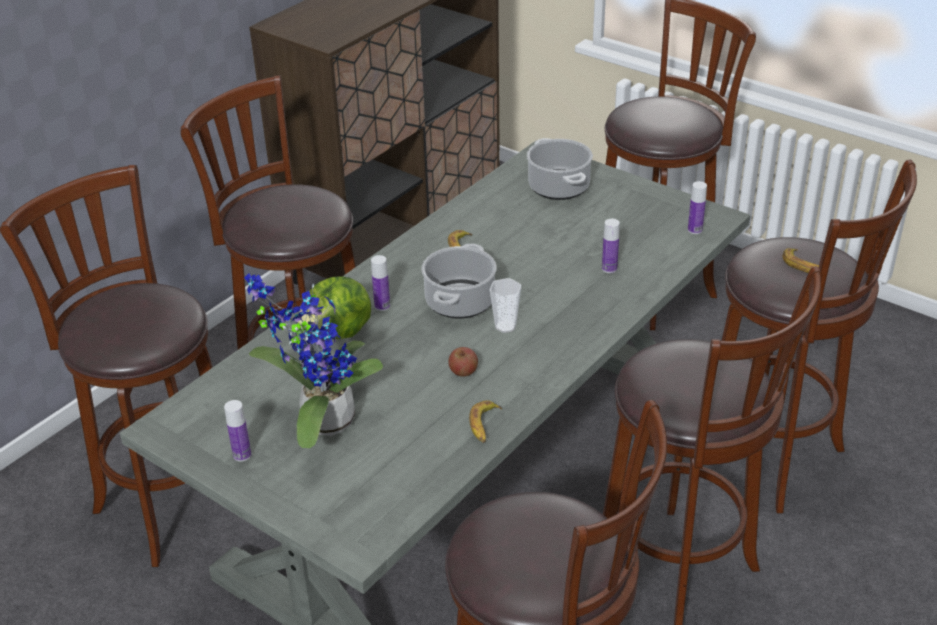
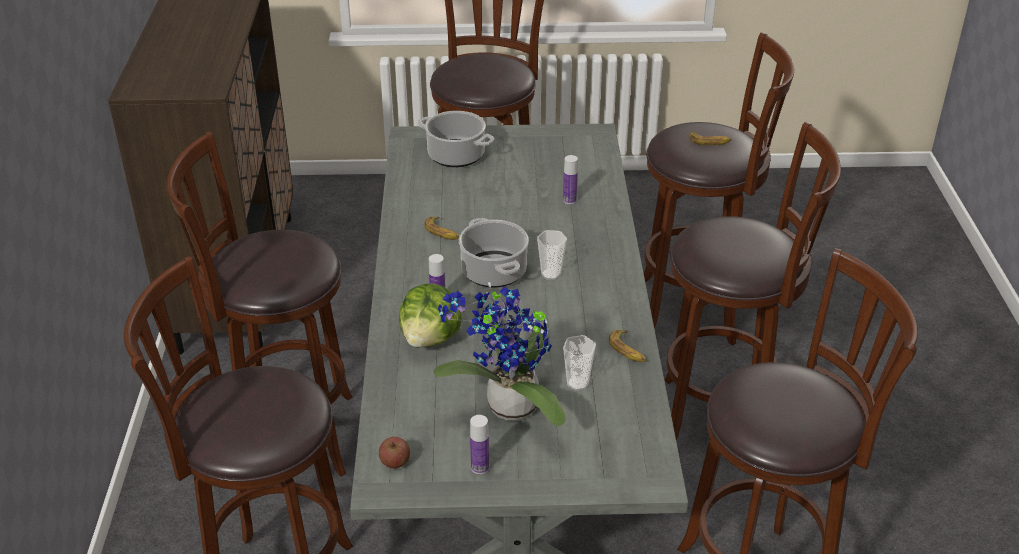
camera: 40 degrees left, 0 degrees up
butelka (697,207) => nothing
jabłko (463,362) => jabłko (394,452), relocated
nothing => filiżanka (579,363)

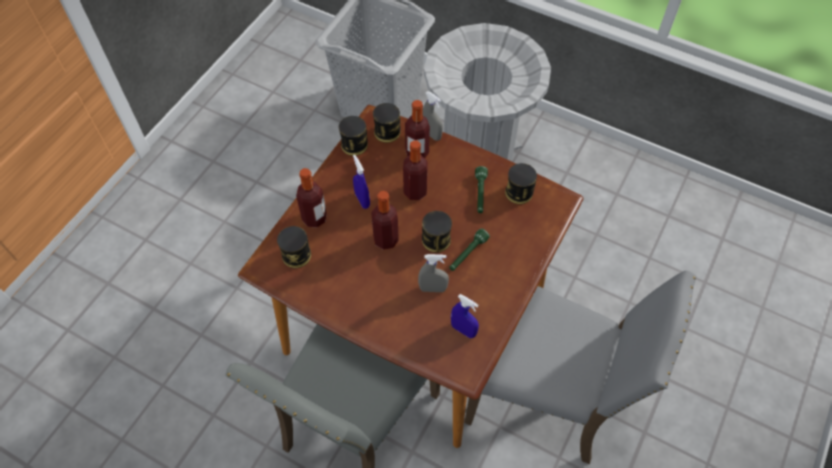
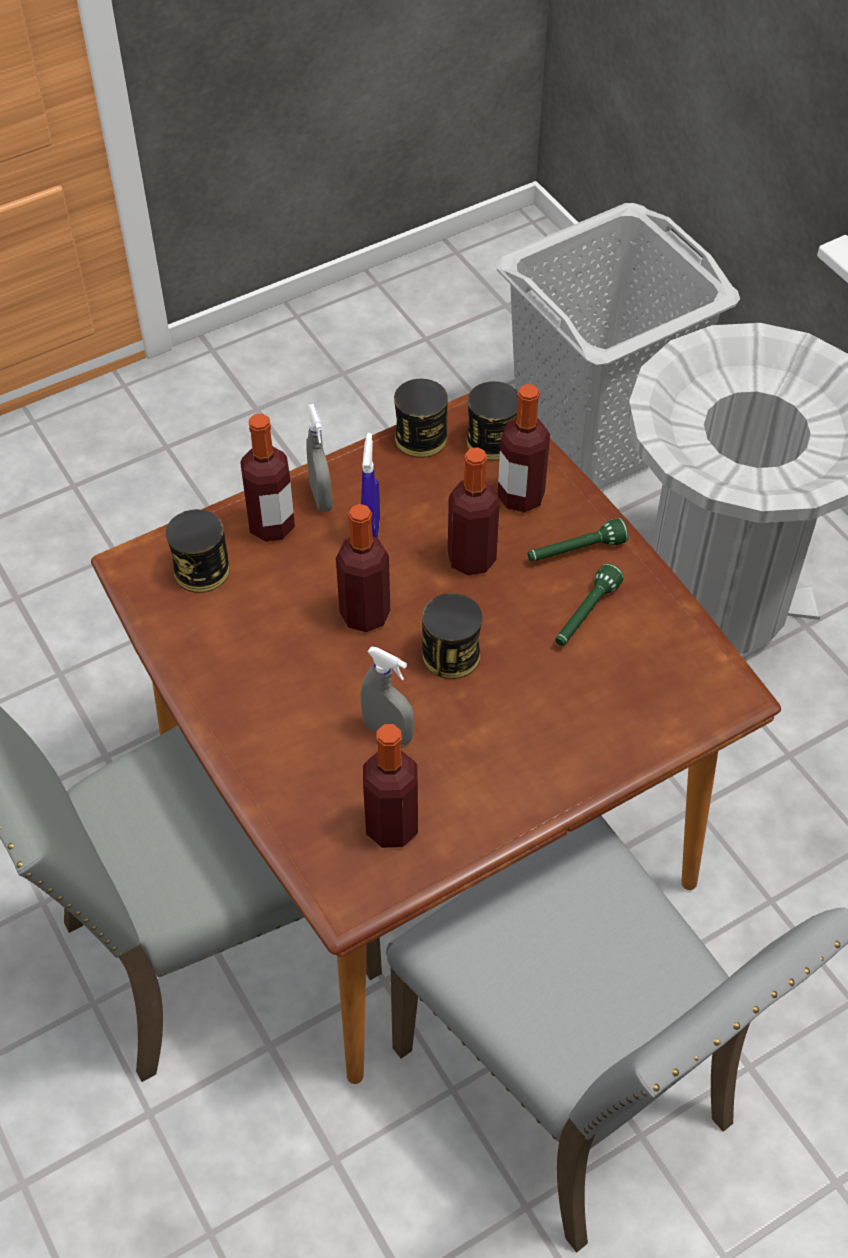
camera: 30 degrees right, 5 degrees down
spryskiwacz (szary) (432,116) => spryskiwacz (szary) (319,458), relocated
puszka (521,183) => nothing
latarka (zielony) (469,249) => latarka (zielony) (578,540), relocated
spryskiwacz (niebieski) (465,316) => butelka (390,786)

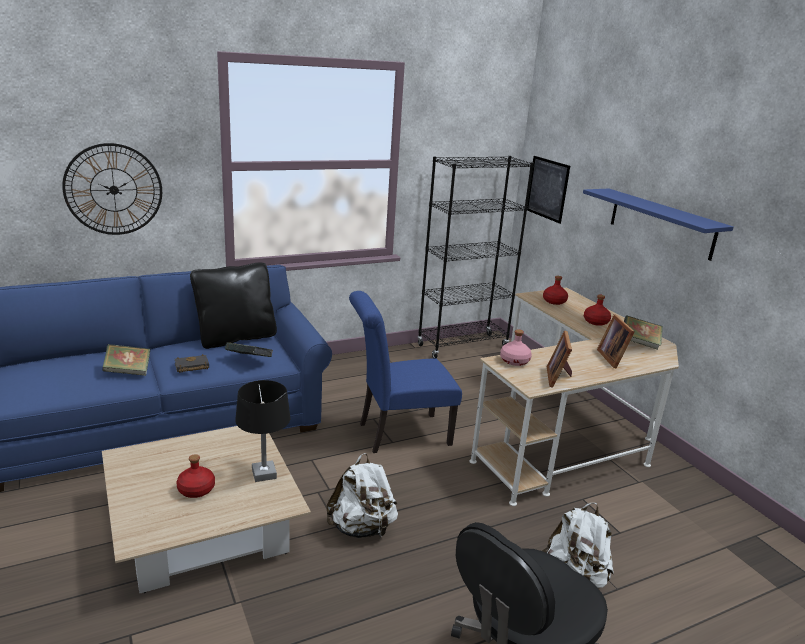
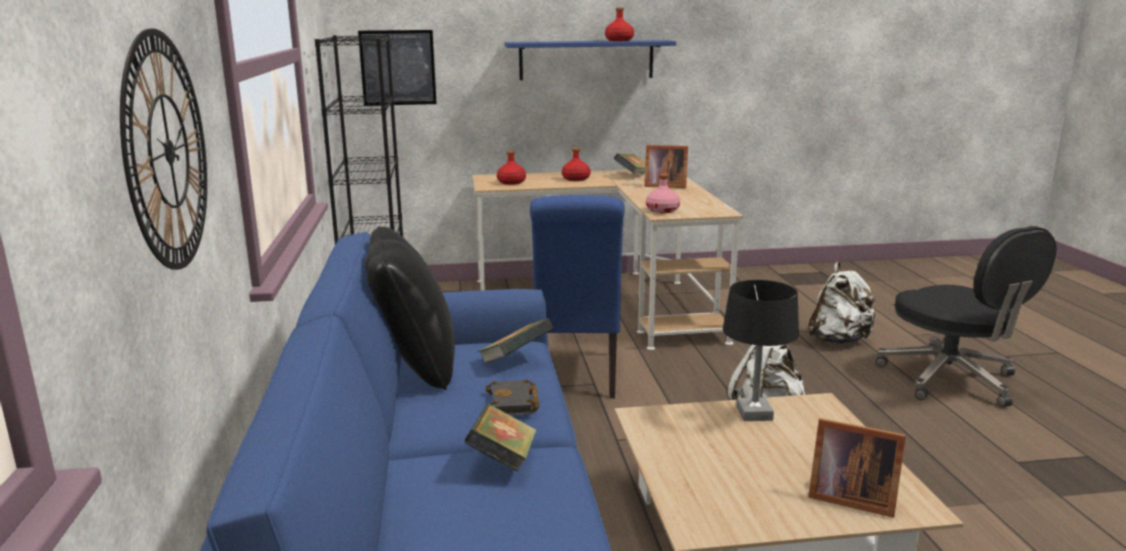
camera: 70 degrees left, 5 degrees down
ramka na zdjęcie (559,359) => ramka na zdjęcie (857,468), relocated
butelka (czerwony) (196,476) => butelka (czerwony) (619,24), relocated

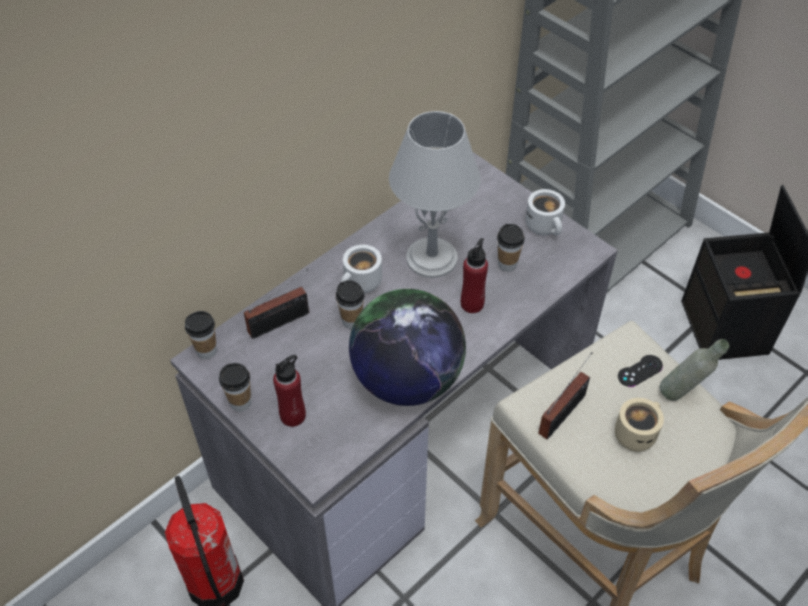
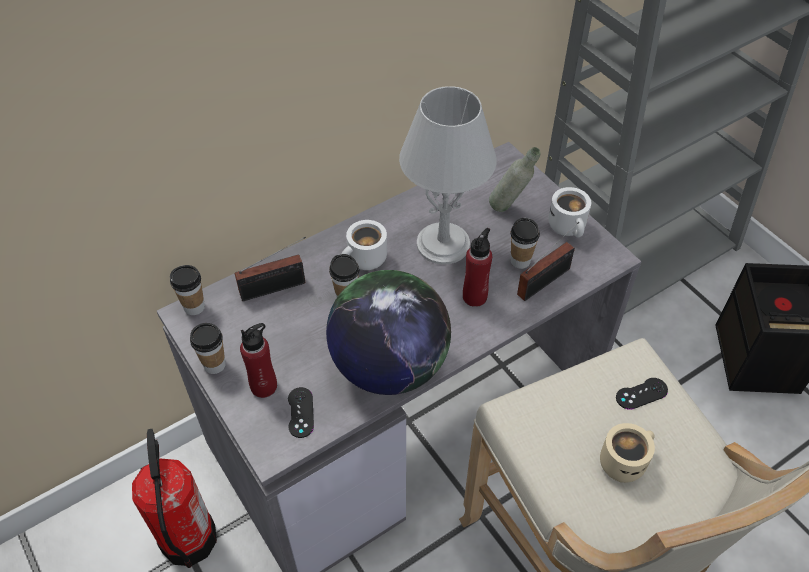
camera: 10 degrees right, 0 degrees up
butelka (szary) (694,370) => butelka (szary) (515,179), relocated
radio (565,396) => radio (548,261), relocated
nothing => pad do gier (czarny) (301,412)

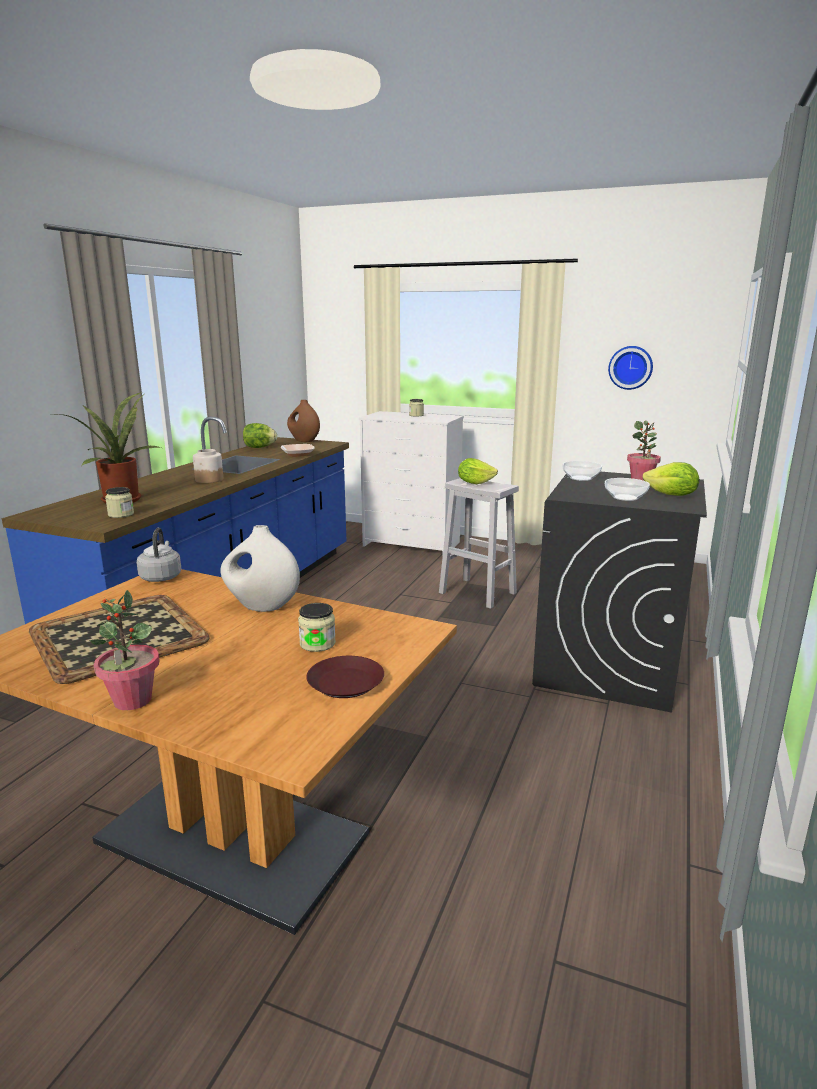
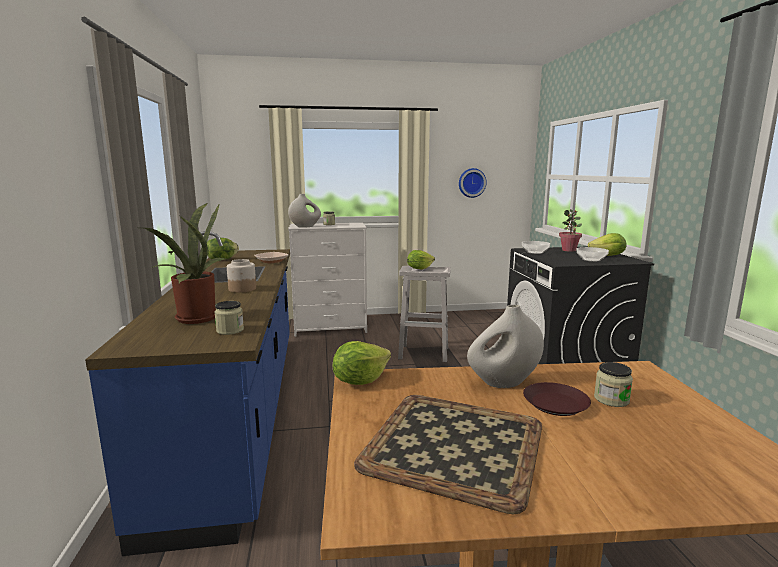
camera: 30 degrees left, 5 degrees down
wazon (brązowy) (303,421) => nothing
czajnik (szary) (159,555) => sałata (361,363)
roślina doniczkowa (124,650) => nothing
talerz (brązowy) (345,677) => talerz (brązowy) (557,399), relocated
nothing => wazon (biały) (304,211)

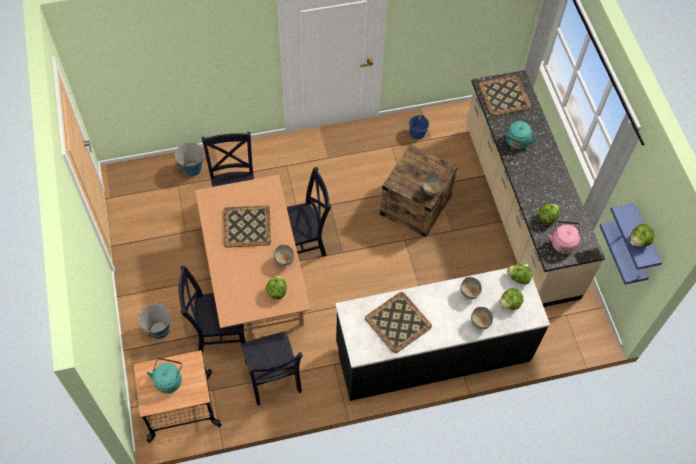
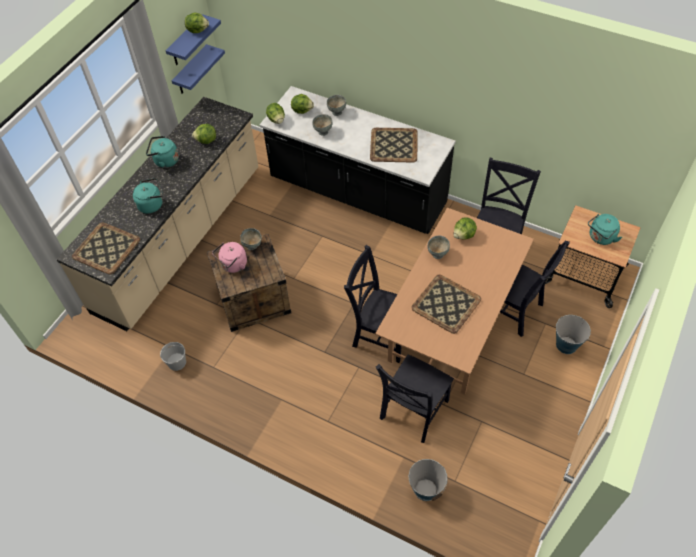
camera: 135 degrees left, 5 degrees down
wiadro (niebieski) (419,127) => wiadro (biały) (173,356)
czajnik (różowy) (564,237) => czajnik (różowy) (229,257), relocated
nothing => czajnik (turkusowy) (162,152)

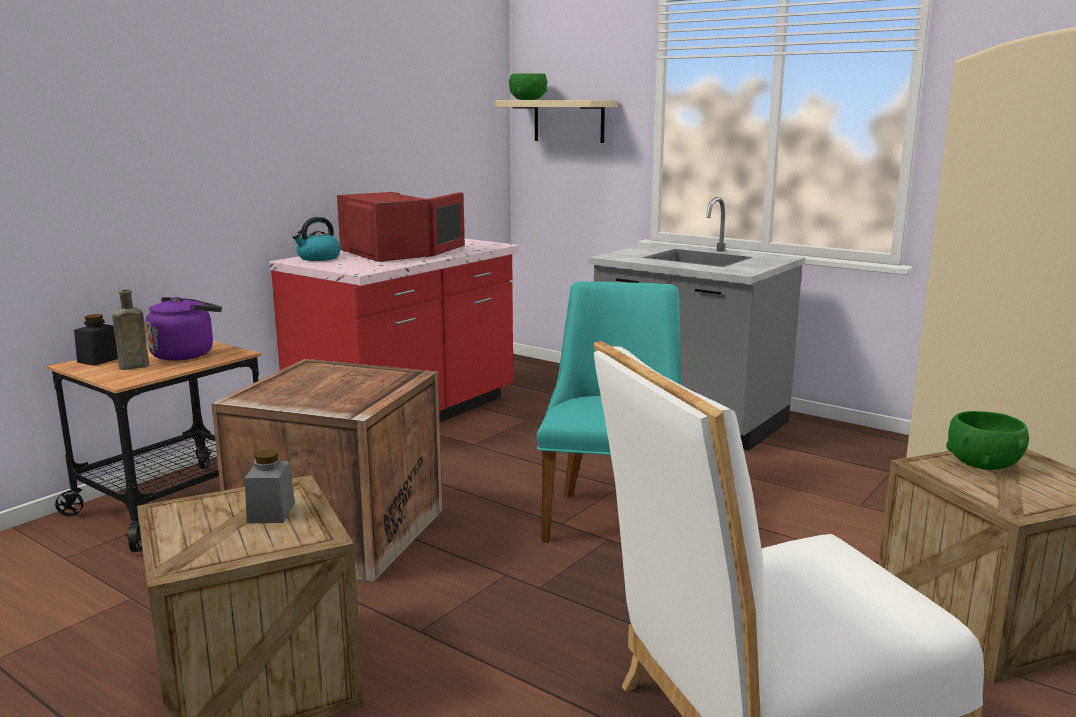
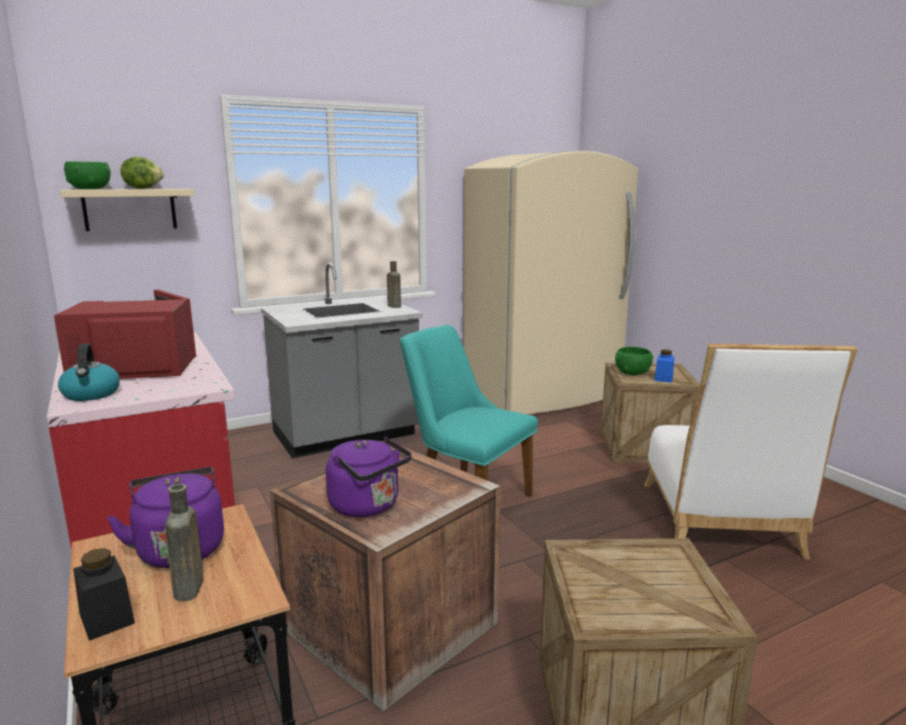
camera: 65 degrees left, 0 degrees up
słoik (szary) (270,486) => nothing
nothing => sałata (142,173)
nothing => butelka (brązowy) (394,284)
nothing => słoik (niebieski) (664,366)
nothing => czajnik (fioletowy) (369,476)

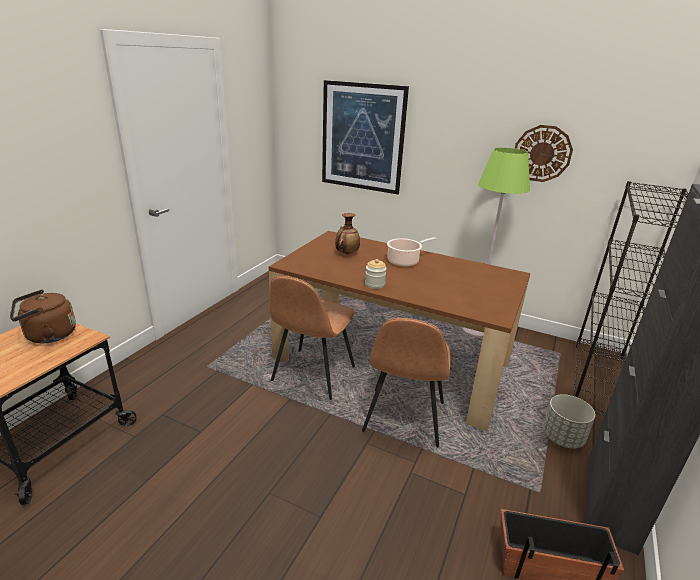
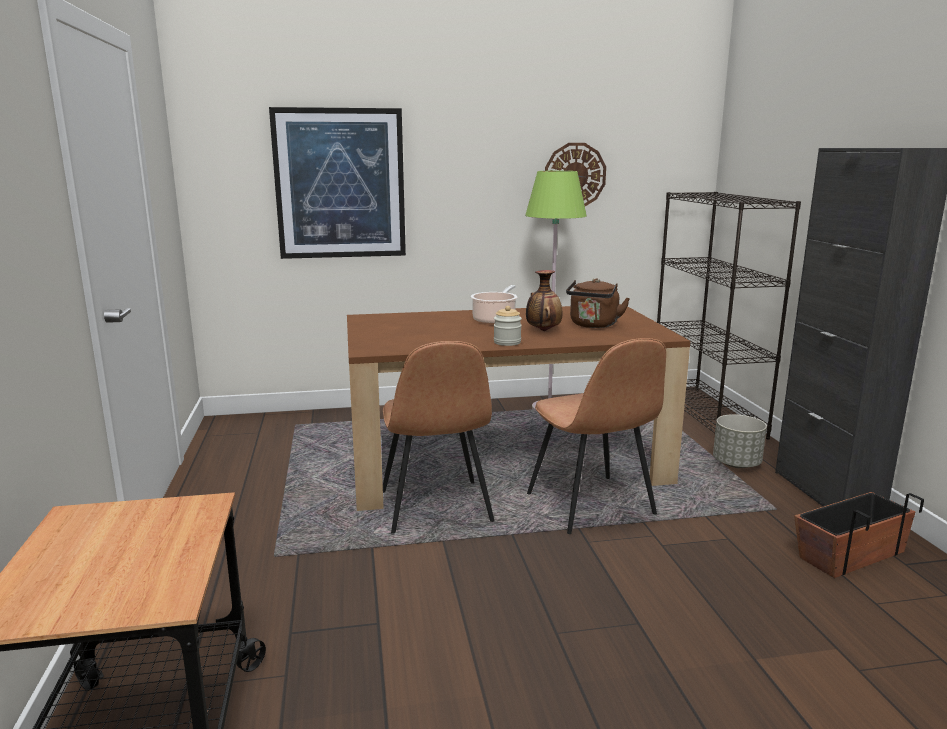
camera: 35 degrees left, 10 degrees down
wazon (347,233) => wazon (544,300), relocated
czajnik (brązowy) (43,316) => czajnik (brązowy) (598,303), relocated

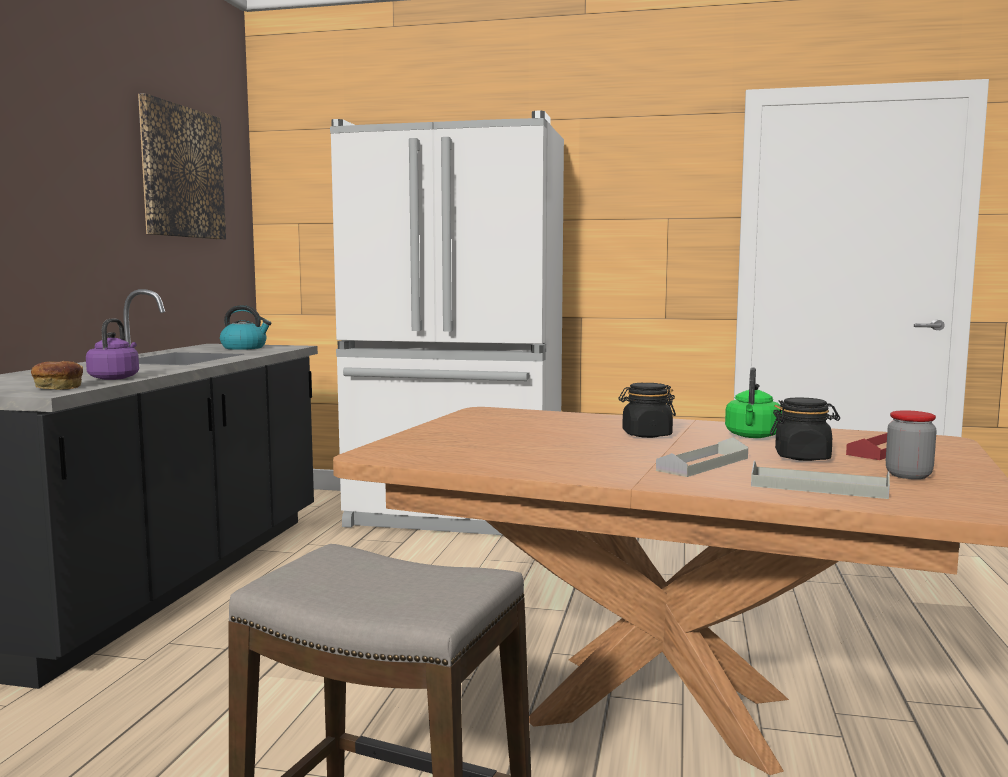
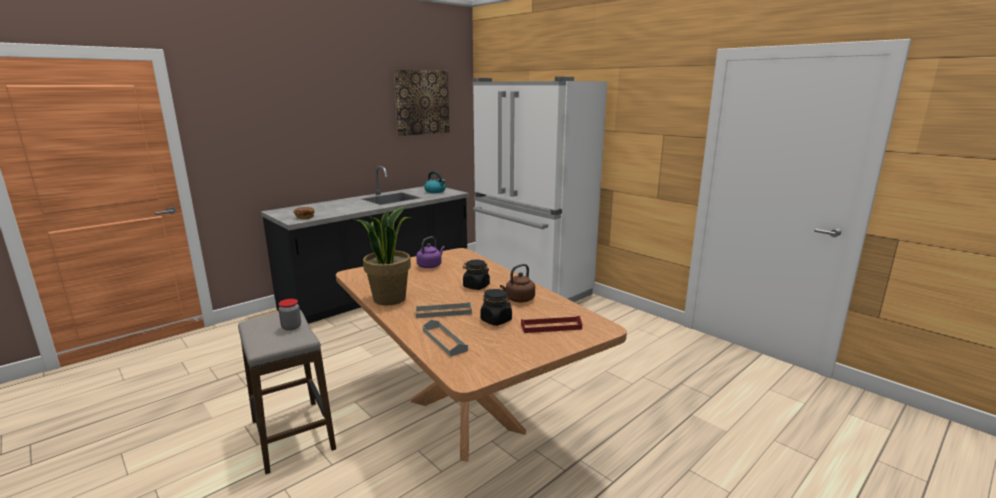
camera: 35 degrees right, 10 degrees up
czajnik (fioletowy) (112,349) => czajnik (fioletowy) (430,252), relocated
czajnik (zielony) (753,402) => czajnik (brązowy) (517,283)
słoik (911,445) => słoik (289,315), relocated
nothing => roślina doniczkowa (384,256)

